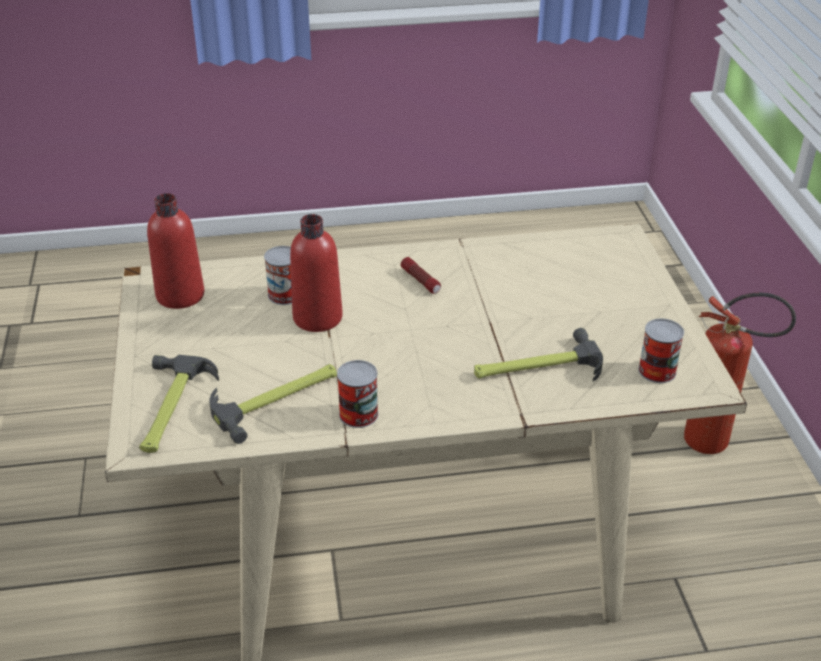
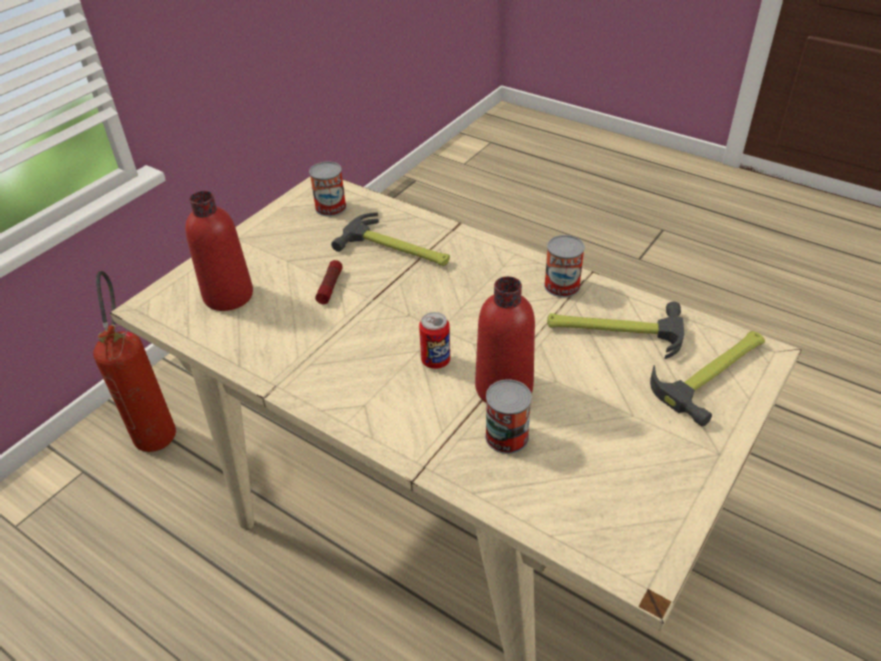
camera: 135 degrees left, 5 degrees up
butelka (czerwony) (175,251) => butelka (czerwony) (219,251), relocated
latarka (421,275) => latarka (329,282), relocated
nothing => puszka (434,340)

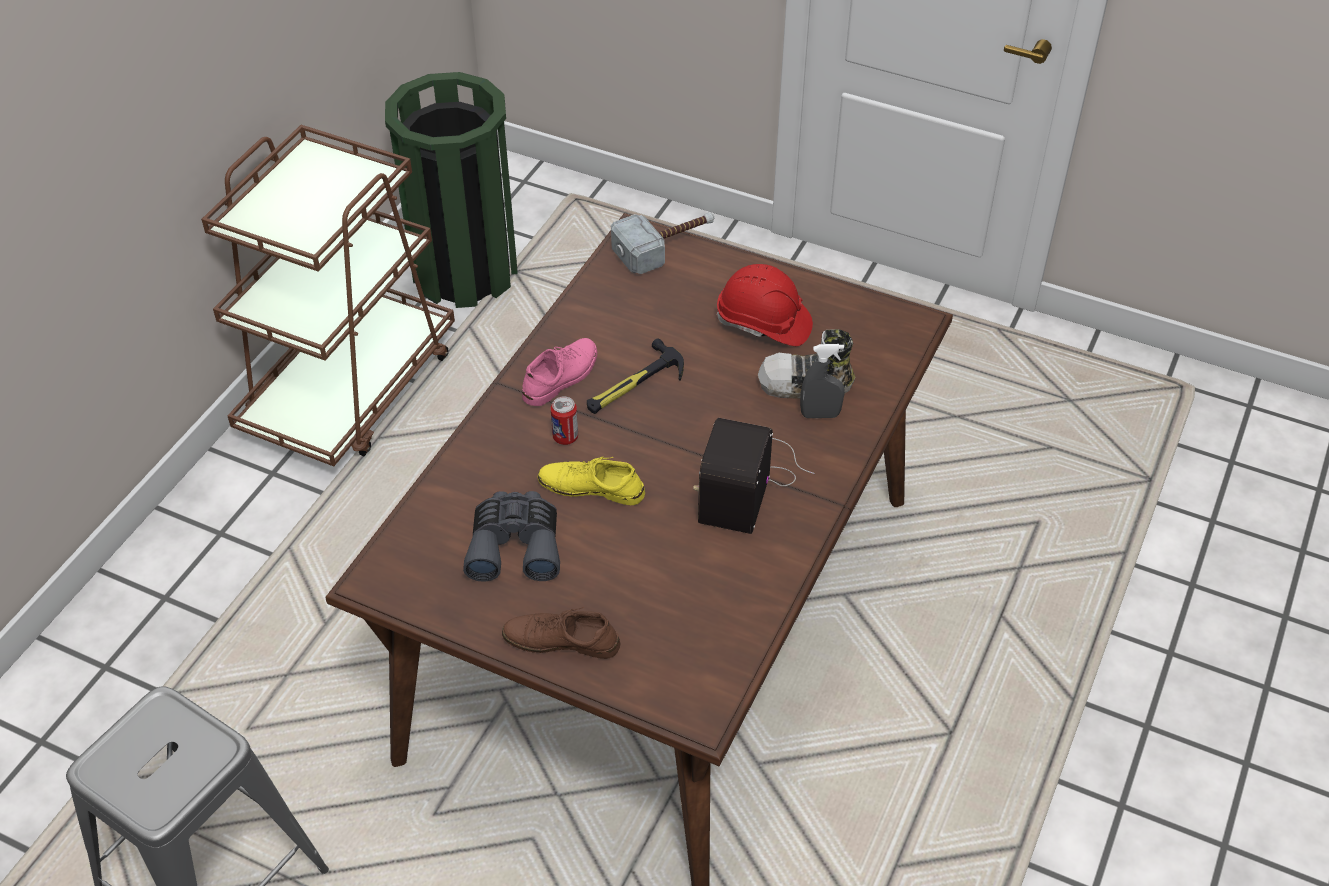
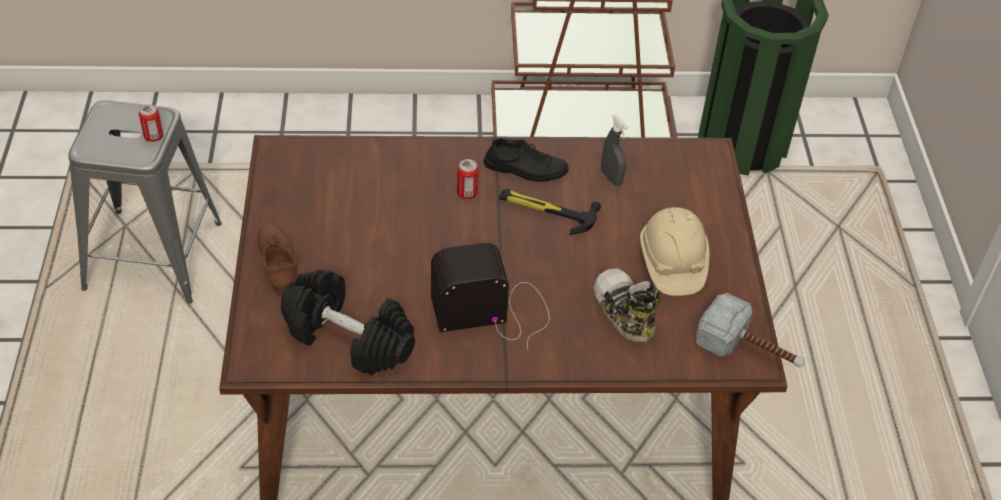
camera: 60 degrees right, 0 degrees up
młotek (662,243) => młotek (750,330), relocated
kask (czerwony) (764,305) => kask (beżowy) (674,251)
but (różowy) (559,372) => but (czarny) (526,160)
spryskiwacz (szary) (822,381) => spryskiwacz (szary) (614,150), relocated
but (żółty) (591,481) => nothing
lornetka (szary) (511,536) => nothing
nothing => puszka (151,123)
nothing => hantel (czarny) (348,322)

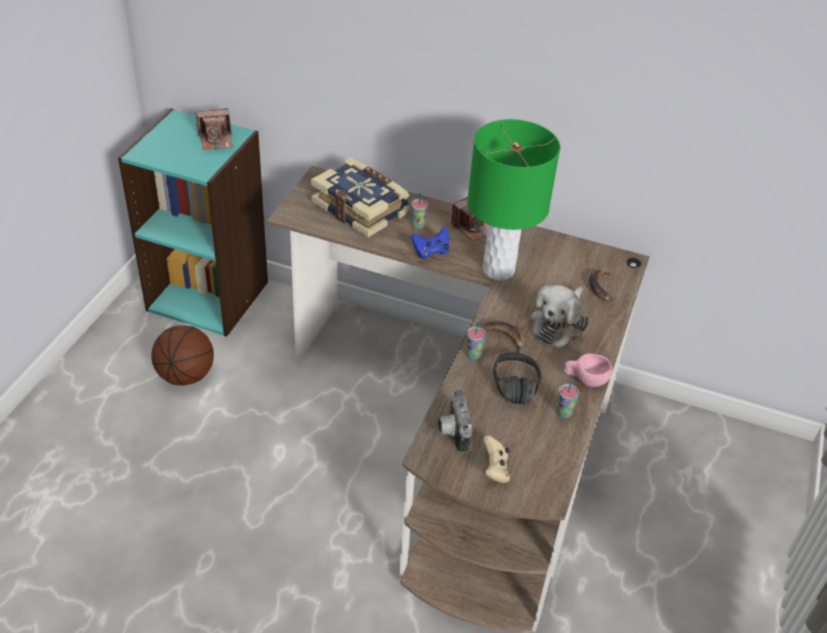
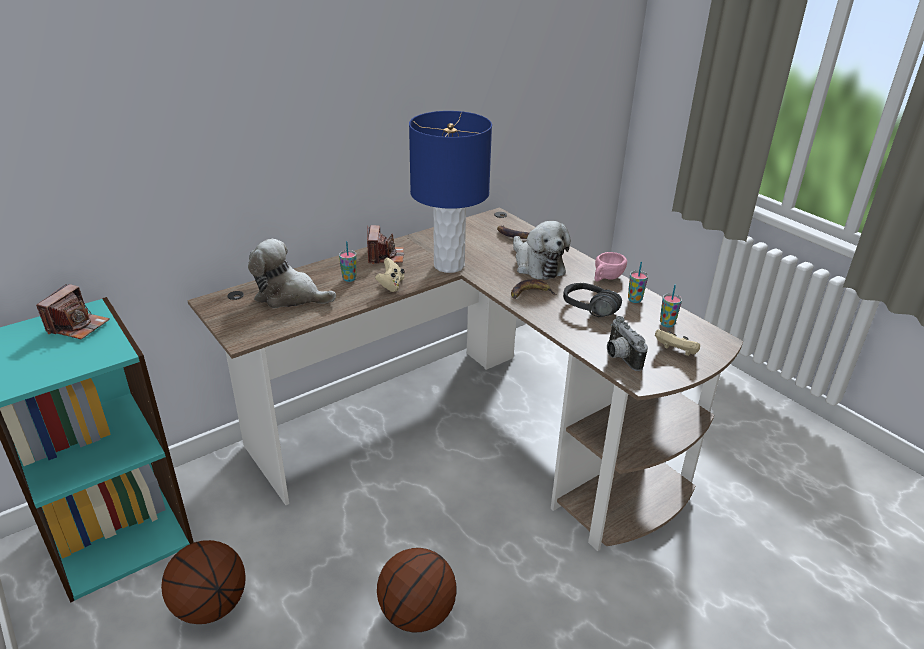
camera: 55 degrees left, 10 degrees down
lampa stołowa (zielony) (513,199) => lampa stołowa (niebieski) (450,192)
książka (360,198) => pluszak (292,273)
pad do gier (niebieski) (430,243) => pad do gier (beżowy) (390,275)
filiżanka (476,340) => filiżanka (671,306), relocated
aparat fotograficzny (455,421) => aparat fotograficzny (627,343), 45 degrees clockwise
nothing => piłka do koszykówki (416,590)

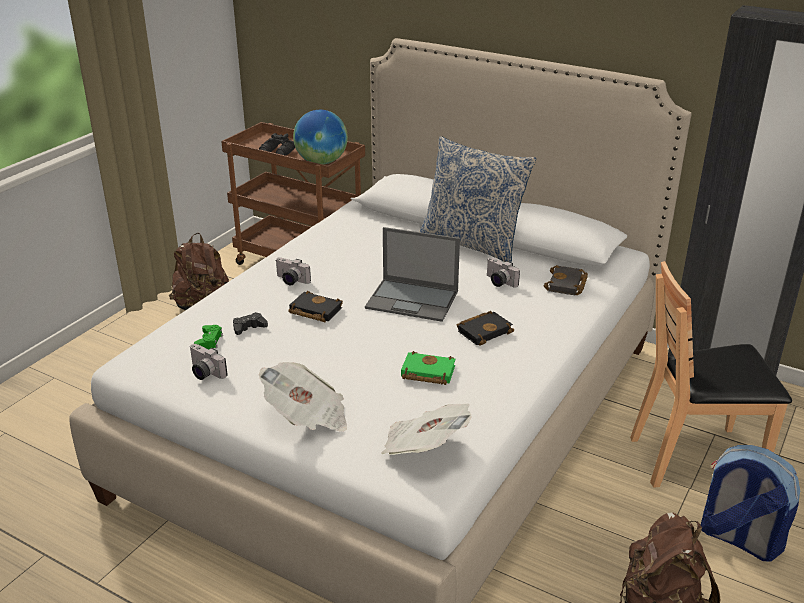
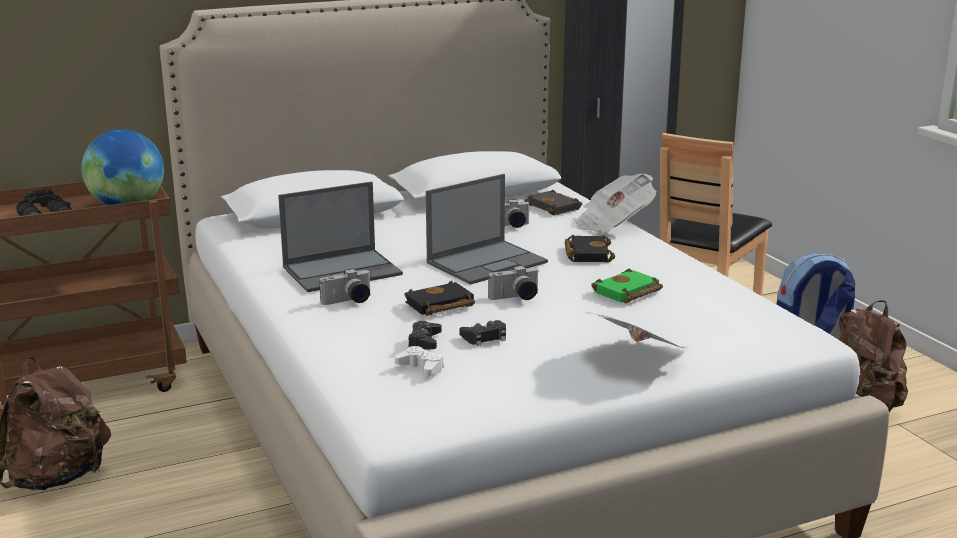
camera: 55 degrees left, 10 degrees down
poduszka (477,199) => nothing
pad do gier (zielony) (208,337) => pad do gier (biały) (419,361)
aparat fotograficzny (209,362) => aparat fotograficzny (514,282), relocated
gazeta (427,429) => gazeta (613,203), relocated
nothing => laptop (340,236)
nothing => pad do gier (czarny) (483,333)

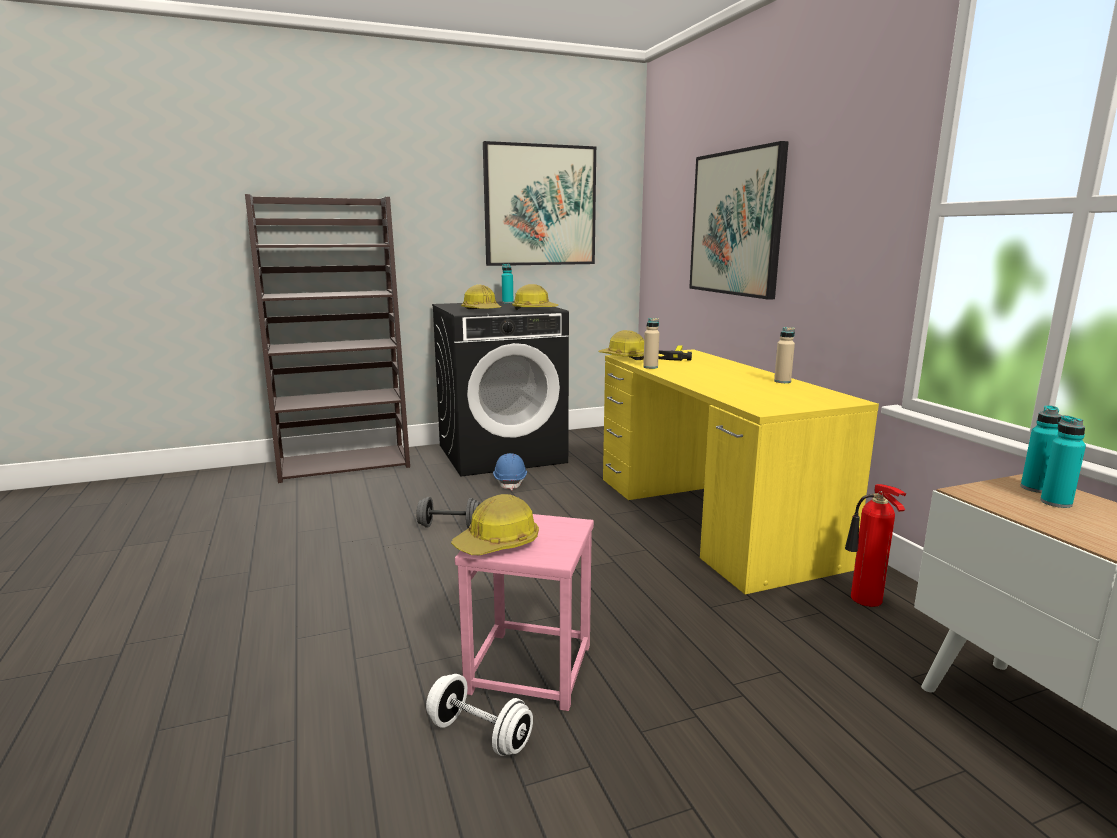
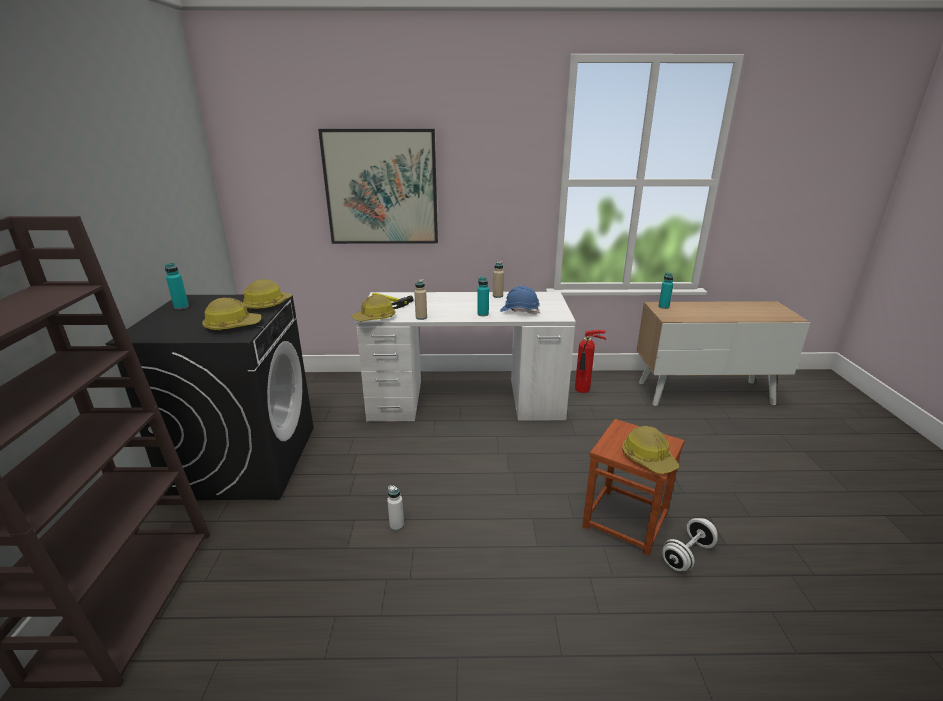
camera: 70 degrees left, 10 degrees up
obraz (539,203) => nothing
biurko (żółty) (741,471) => biurko (biały) (466,357)
butelka (turkusowy) (1063,461) => butelka (turkusowy) (483,296), relocated
kask (niebieski) (510,471) => kask (niebieski) (520,300), relocated
hantel (szary) (448,512) => butelka (biały) (395,508)
stołek (różowy) (524,612) => stołek (brązowy) (633,487)

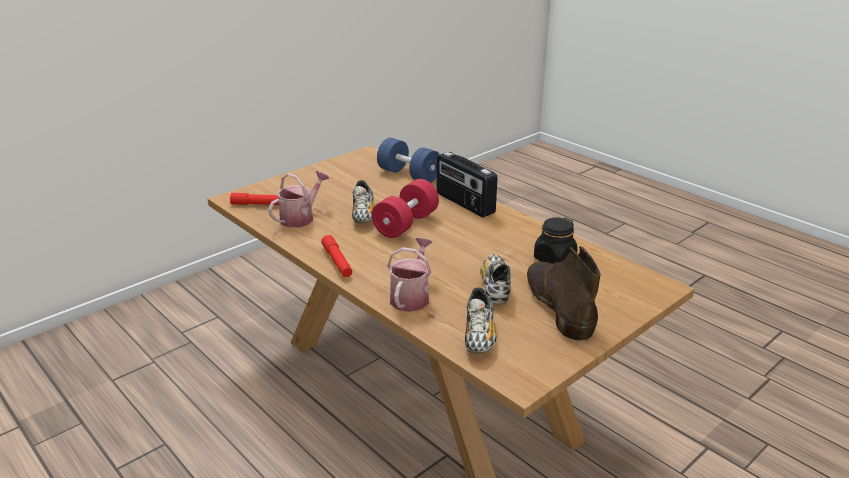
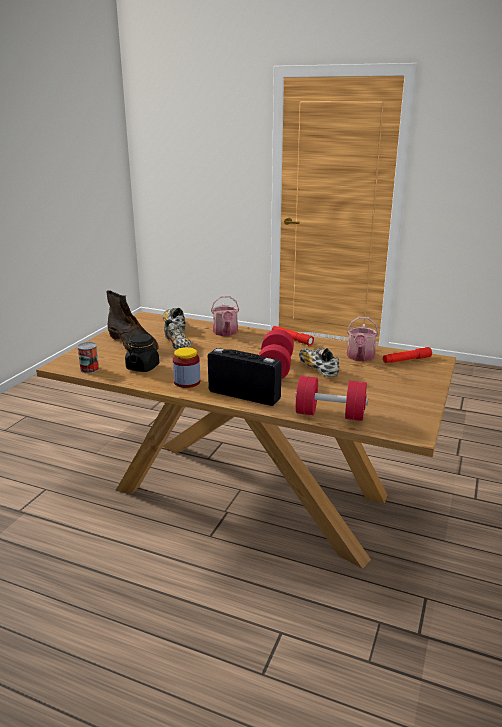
camera: 155 degrees right, 5 degrees down
hantel (niebieski) (408,160) => hantel (czerwony) (331,398)
nothing => puszka (88,357)
nothing => słoik (186,367)

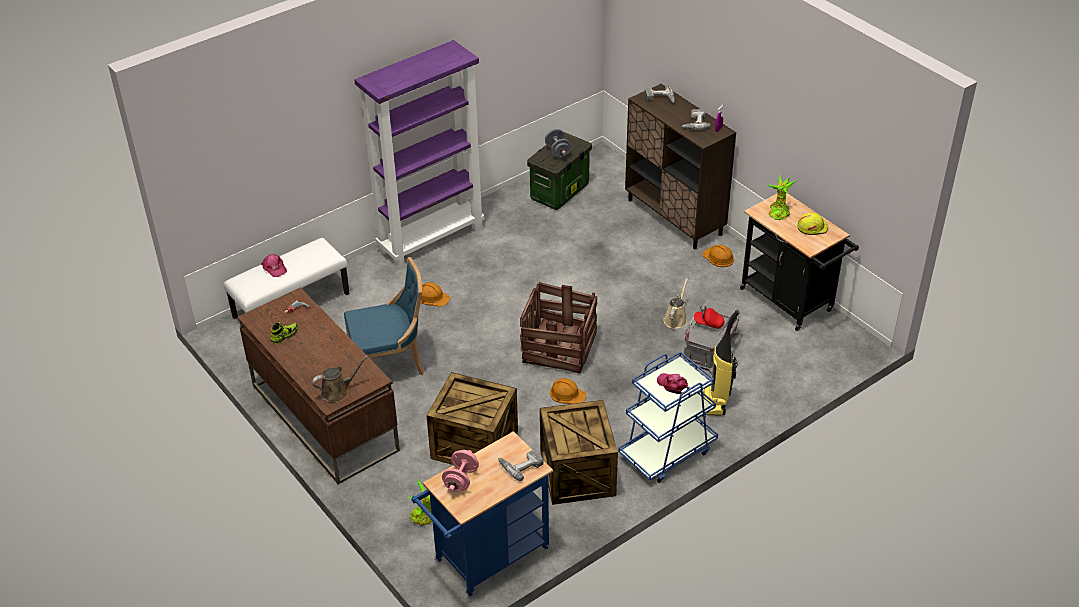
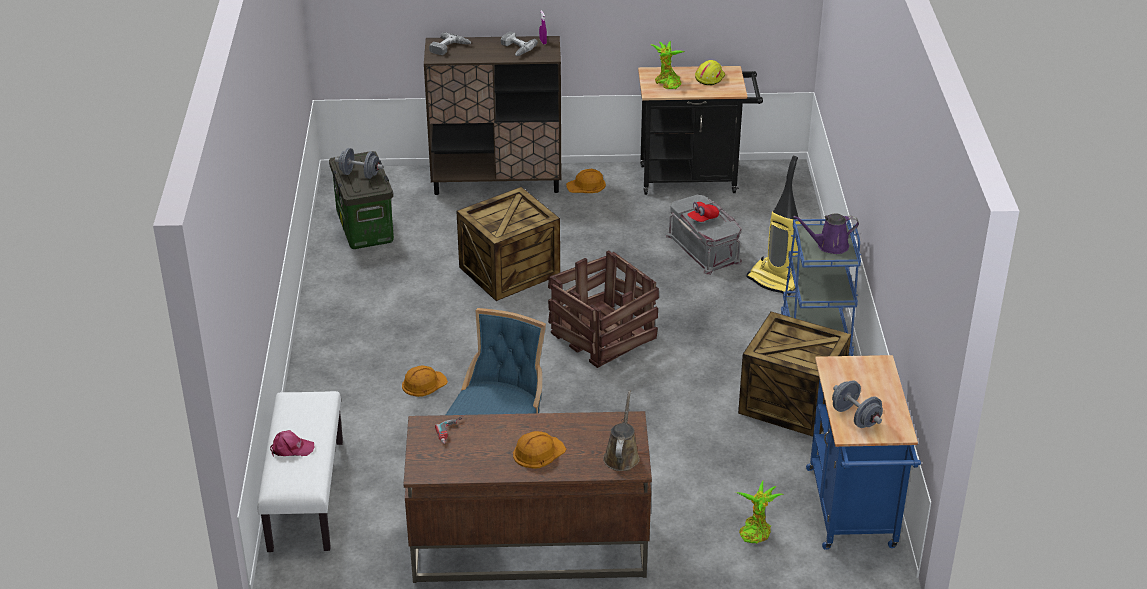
camera: 55 degrees left, 5 degrees down
regał (fioletowy) (419,154) => nothing
konewka (beżowy) (675,303) => nothing
but (284,333) => nothing
skrzynka (472,418) => skrzynka (508,244), relocated
czapka z daszkiem (różowy) (673,383) => konewka (fioletowy) (826,233)
kask (pomarańczowy) (568,391) => kask (pomarańczowy) (539,450), relocated
hantel (różowy) (460,471) => hantel (szary) (857,404)
wiertarka (521,465) => nothing

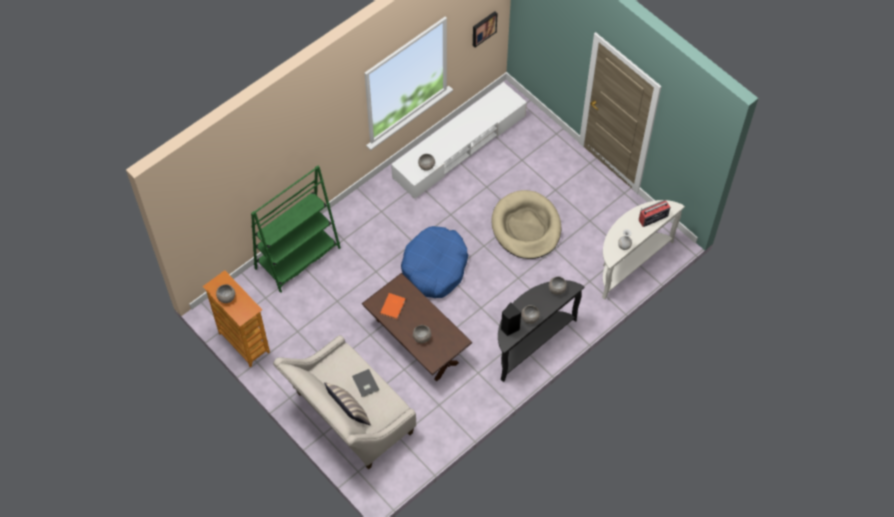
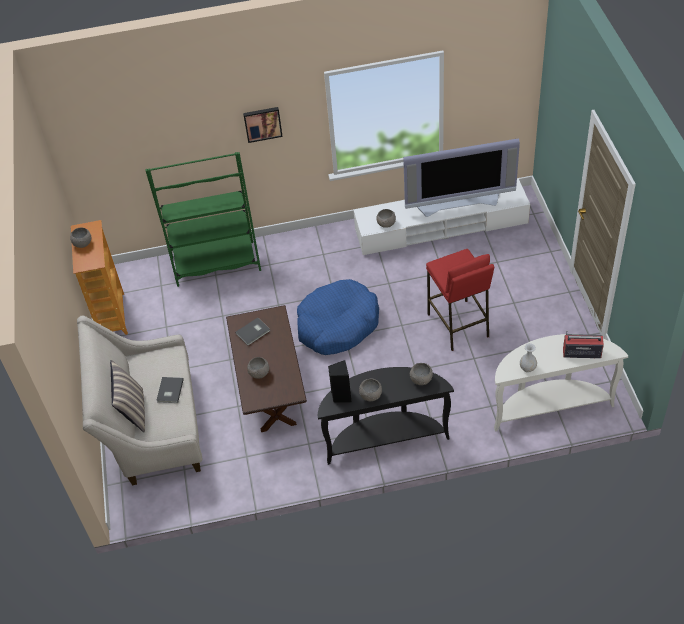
camera: 35 degrees right, 10 degrees down
obraz (485,29) => obraz (263,125), relocated
legowisko (beżowy) (526,224) => stołek (czerwony) (460,300)
książka (pomarańczowy) (393,306) => książka (szary) (252,331)
nothing => telewizor (461,177)

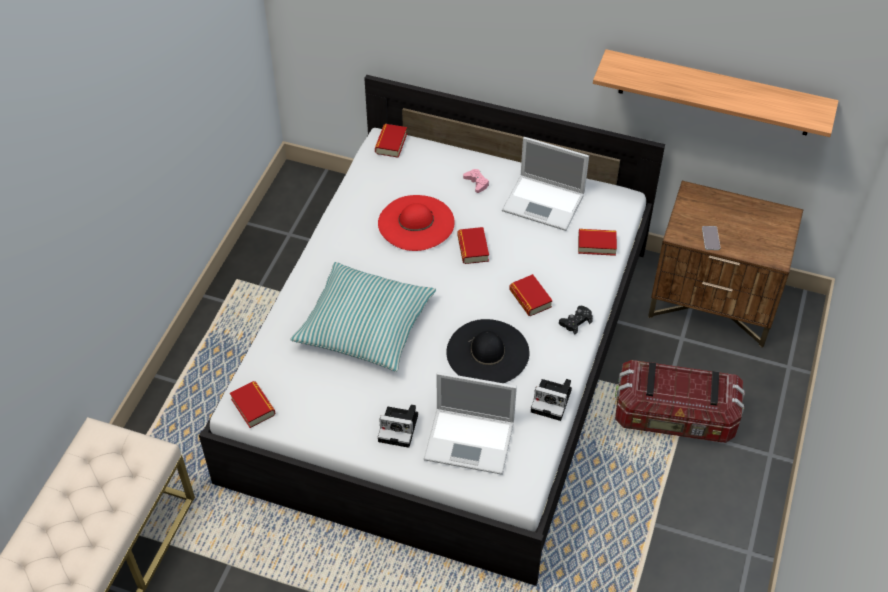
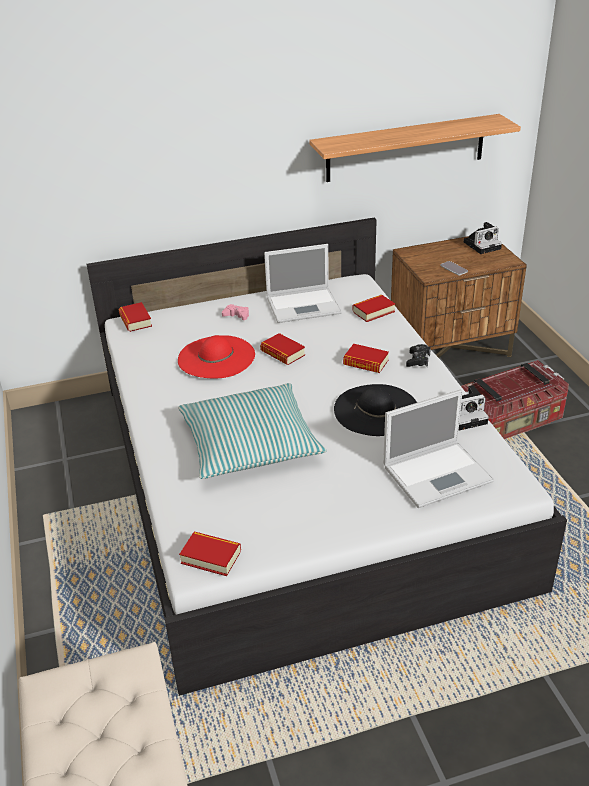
camera: 35 degrees left, 15 degrees down
aparat fotograficzny (398,426) => aparat fotograficzny (483,238), relocated

